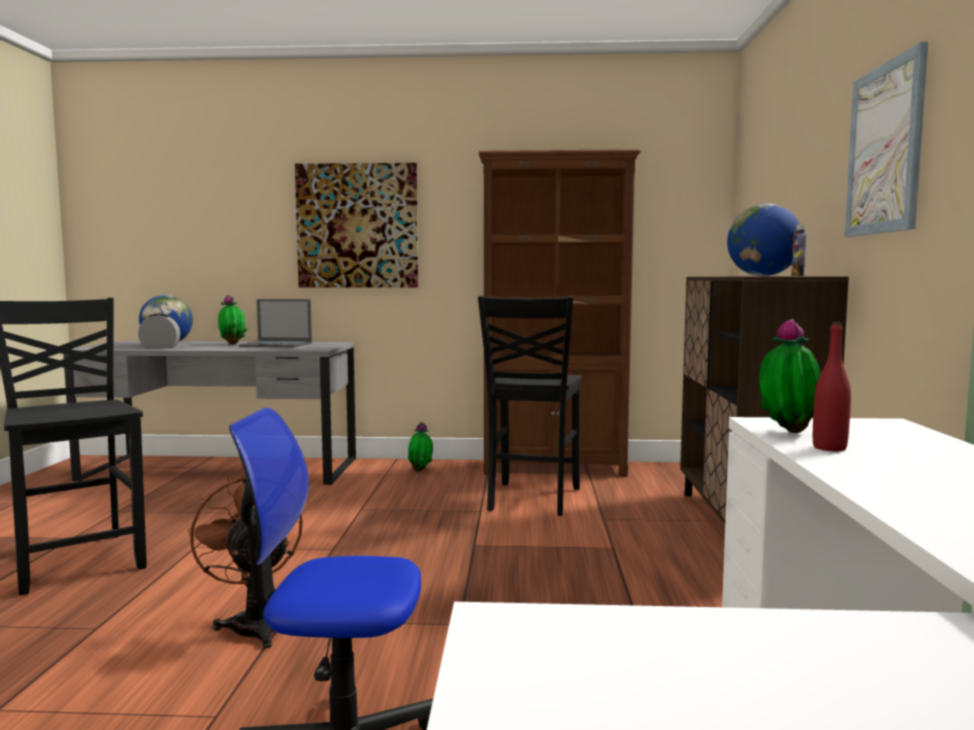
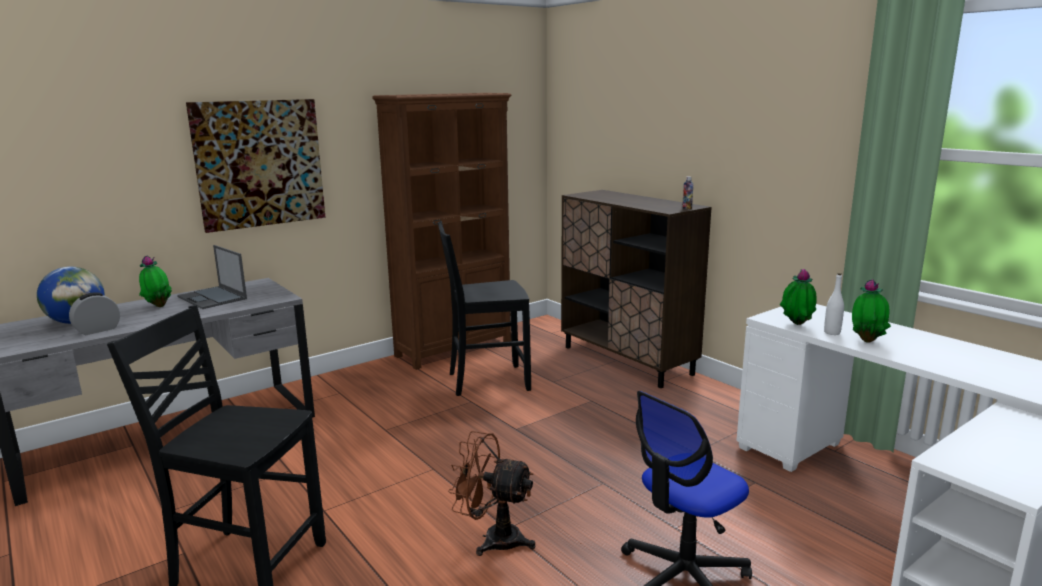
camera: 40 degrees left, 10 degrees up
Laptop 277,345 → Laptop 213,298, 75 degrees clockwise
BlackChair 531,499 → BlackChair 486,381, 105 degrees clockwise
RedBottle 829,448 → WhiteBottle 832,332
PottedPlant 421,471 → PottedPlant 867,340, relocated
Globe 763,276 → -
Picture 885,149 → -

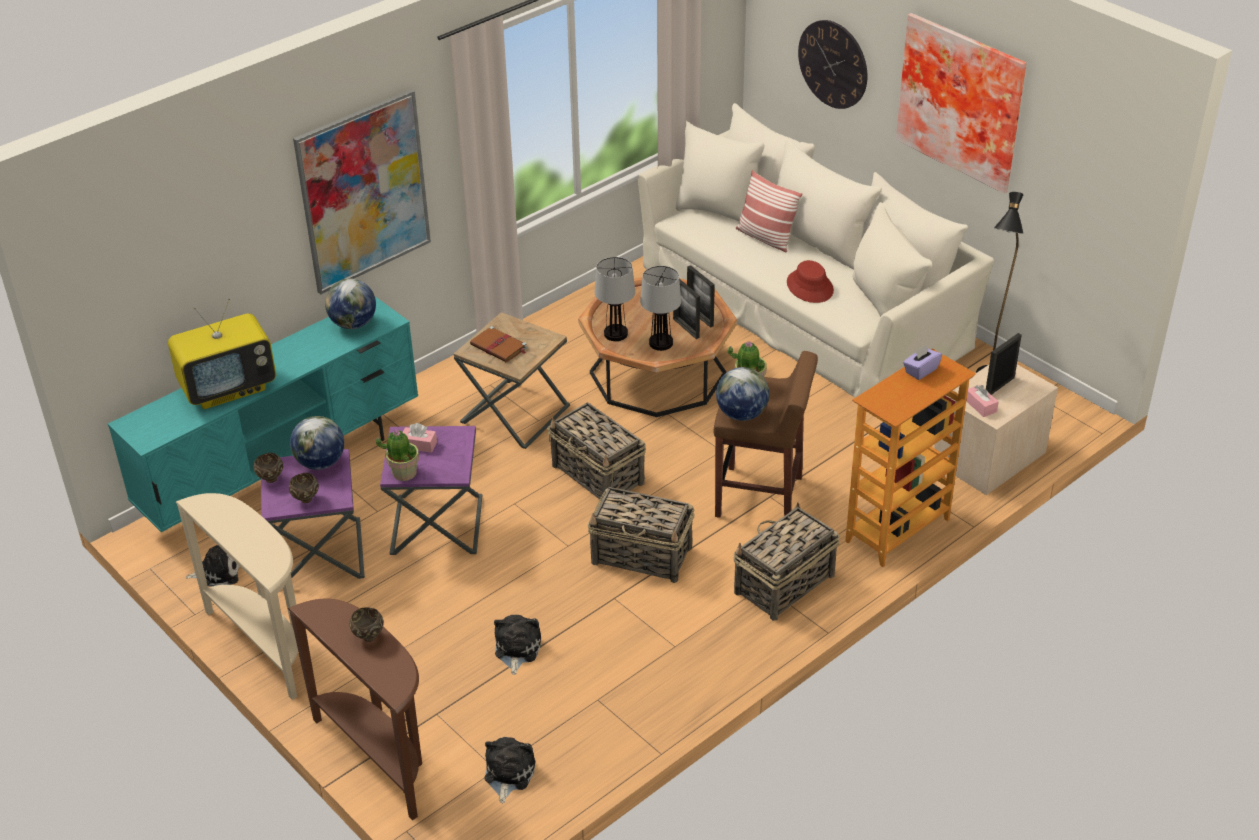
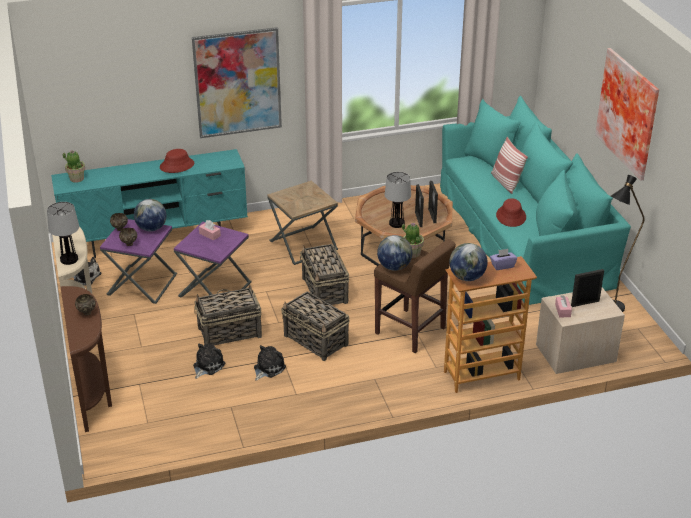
camera: 25 degrees right, 5 degrees down
TableLamp 615,334 → TableLamp 69,260, relocated
PottedPlant 404,473 → PottedPlant 76,178, relocated
- → RedHat 177,165
Basket 783,584 → Basket 229,332, relocated
PlushToy 508,774 → PlushToy 268,368, relocated
BeigeSofa 803,306 → TurquoiseSofa 522,235
Globe 353,324 → Globe 467,277, relocated
Television 229,388 → -
BrownBook 499,347 → -
WallClock 833,64 → -

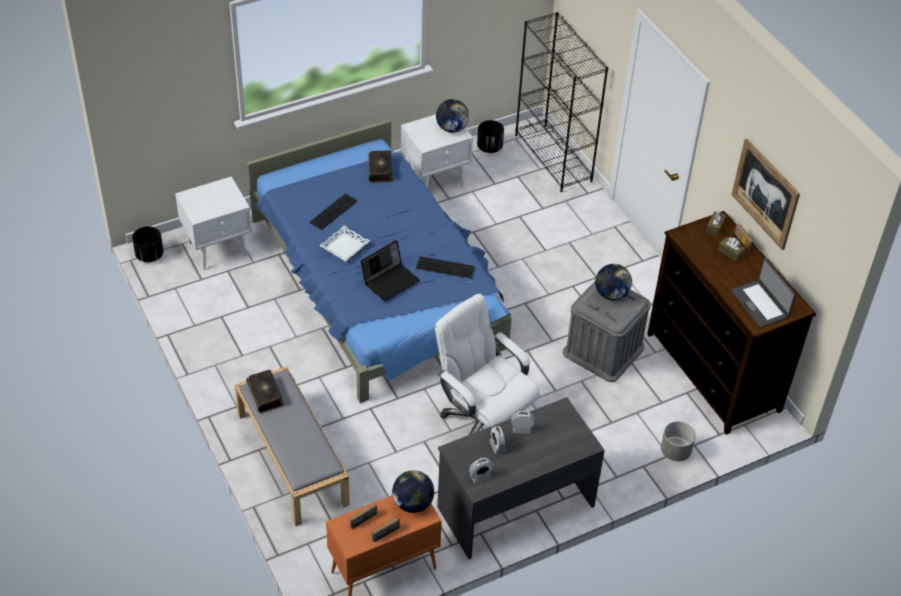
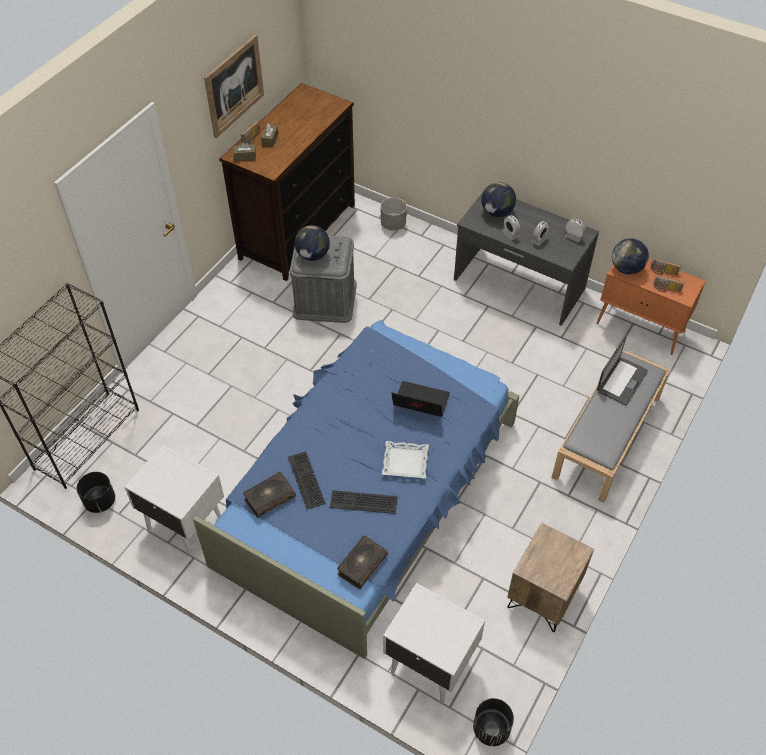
camera: 120 degrees left, 5 degrees up
Keyboard 446,266 → Keyboard 304,479, relocated
Book 265,394 → Book 361,565, relocated
Globe 451,128 → Globe 497,212, relocated
- → BrownNightstand 543,596
Laptop 760,304 → Laptop 621,380, relocated
WhiteOfficeChair 482,422 → -

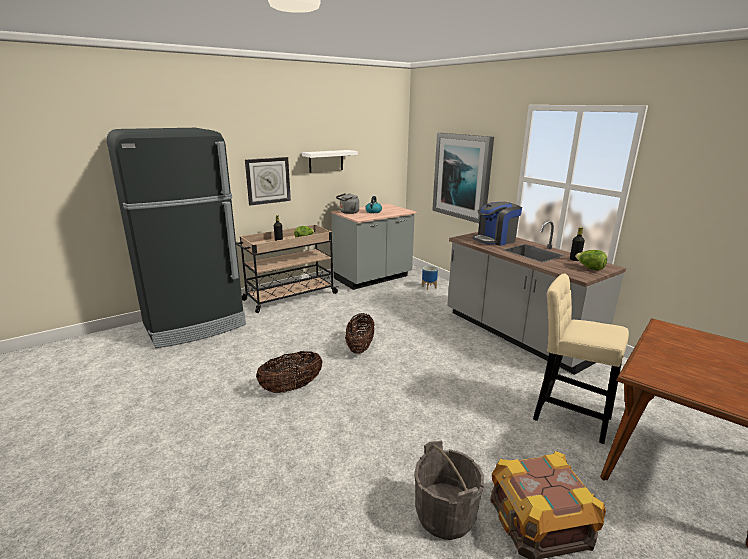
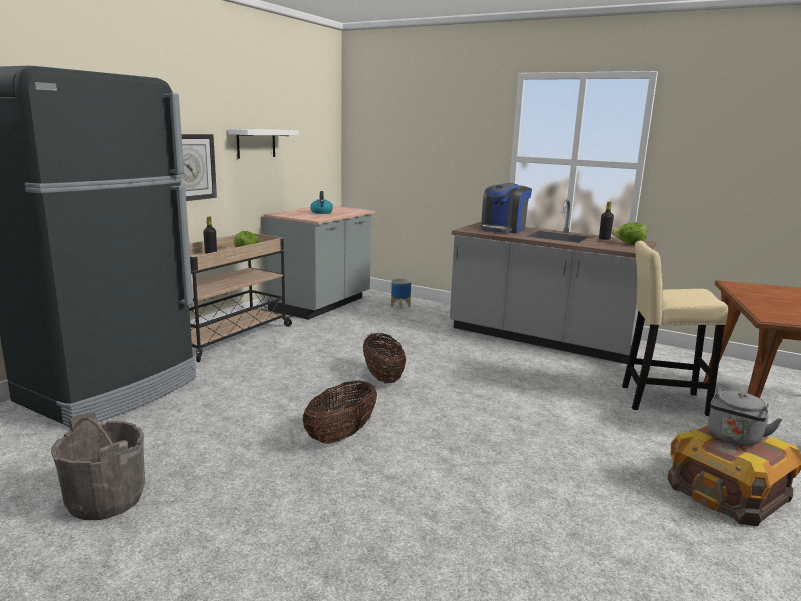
camera: 25 degrees left, 5 degrees down
GreyBucket 445,515 → GreyBucket 106,499, relocated
GreyKettle 348,212 → GreyKettle 734,439, relocated
Picture 462,176 → -

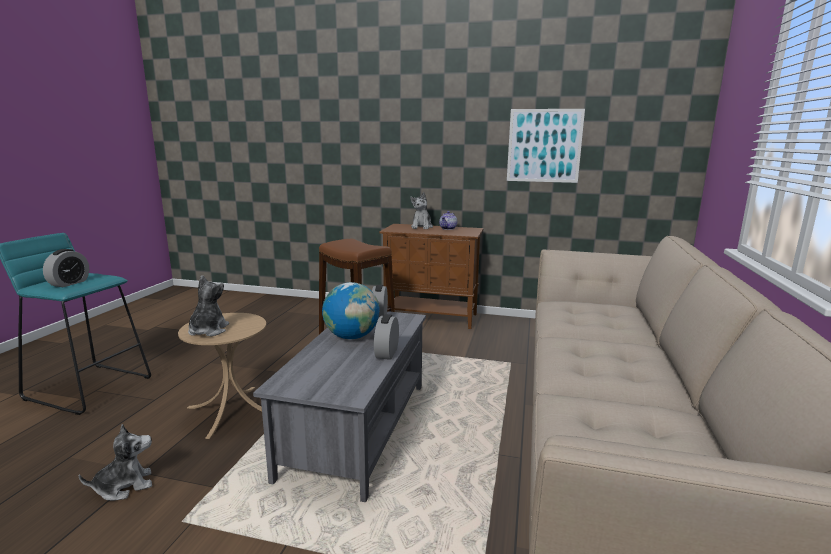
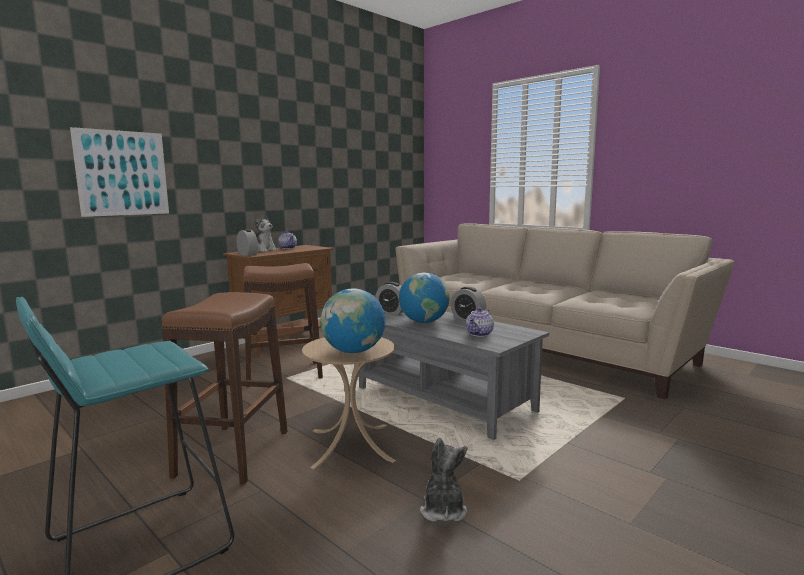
camera: 60 degrees left, 5 degrees down
Picture 544,146 → Picture 122,173, relocated
- → BrownStool 233,452
AlarmClock 69,283 → AlarmClock 247,254, relocated
PlushToy 208,331 → Globe 353,351
- → Teapot 480,334

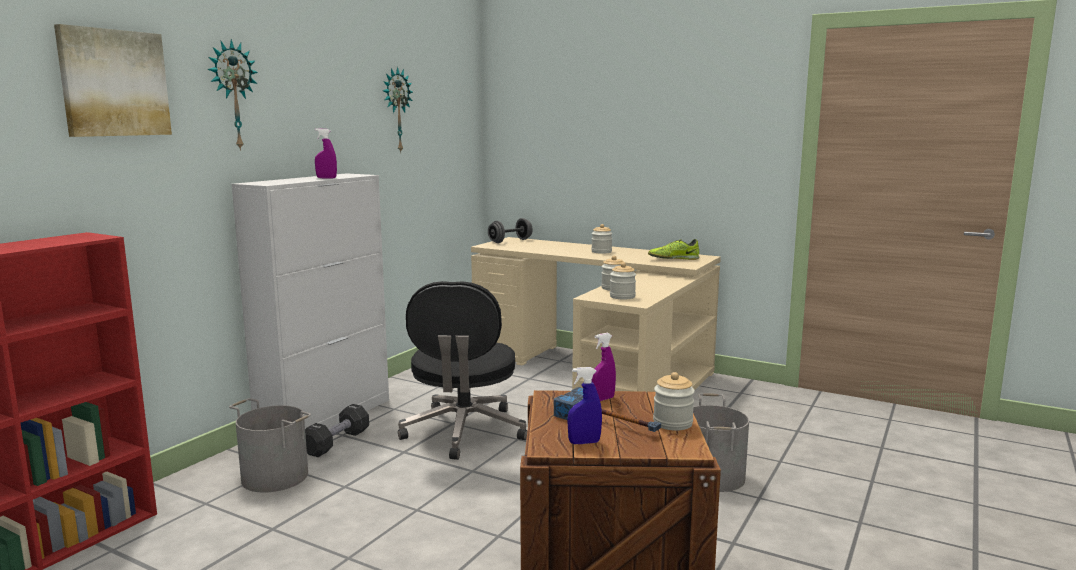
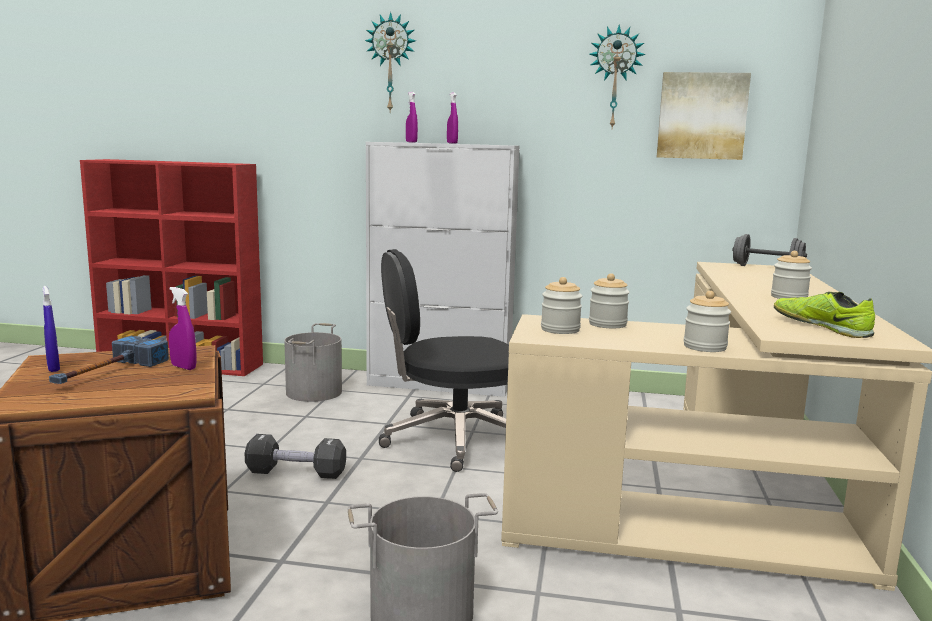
camera: 70 degrees right, 0 degrees up
BlackDumbbell 337,442 → BlackDumbbell 296,472, relocated
- → PurpleSprayBottle 411,142
Picture 114,83 → Picture 702,116, relocated
Jar 672,423 → Jar 704,347, relocated

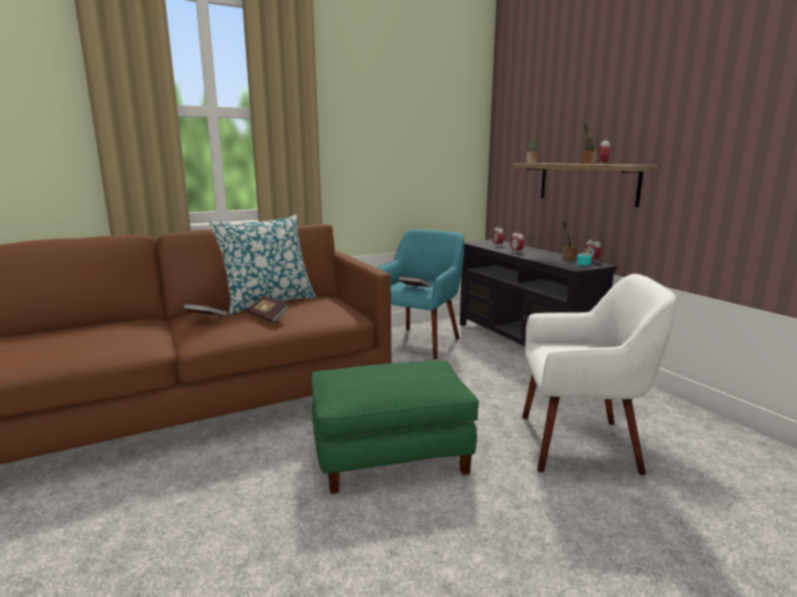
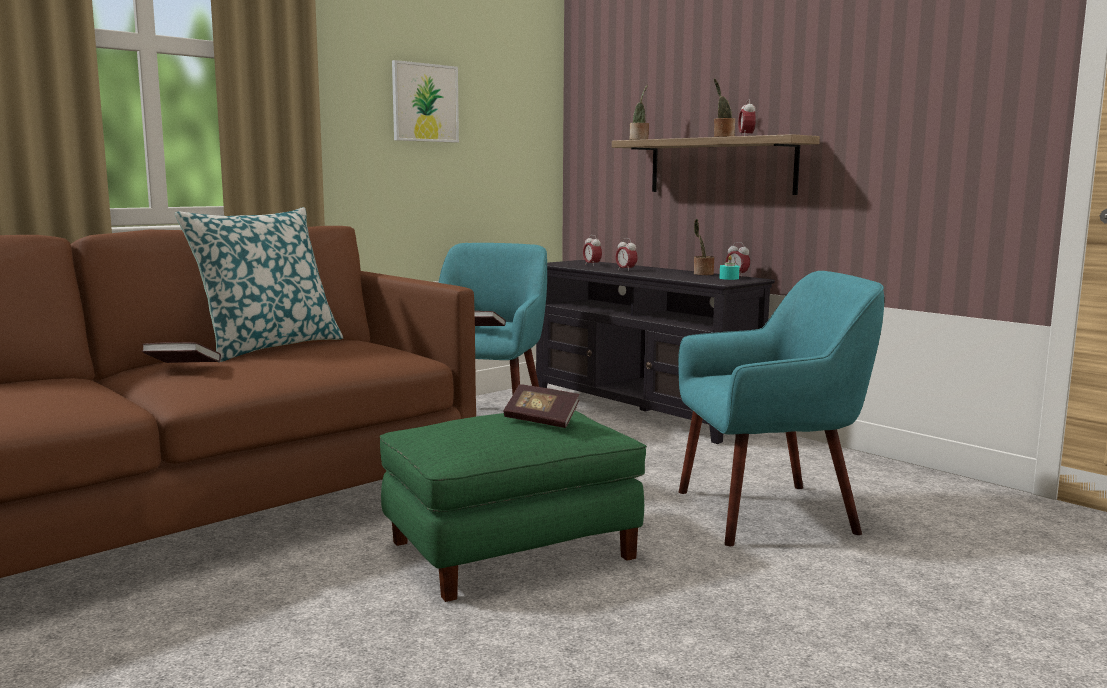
camera: 15 degrees left, 5 degrees down
- → Picture 425,103
Book 268,317 → Book 541,420, relocated
WhiteArmchair 580,444 → TurquoiseArmchair 768,512

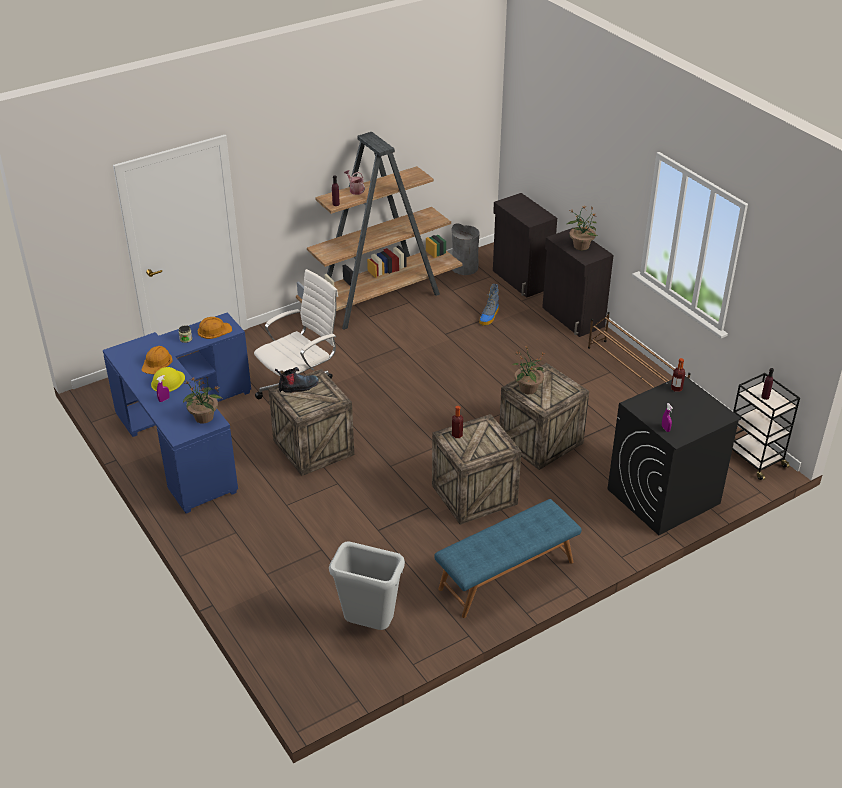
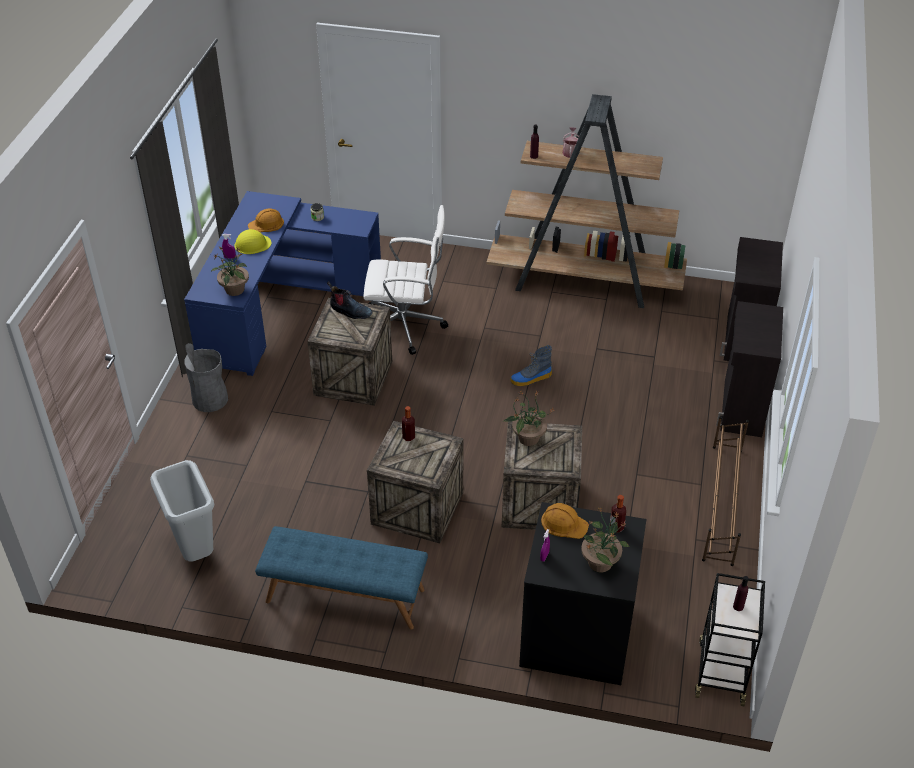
camera: 45 degrees right, 5 degrees up
GreyTrashCan 464,267 → GreyTrashCan 210,399, relocated
Boot 489,317 → Boot 531,379, relocated
OrangeHardHat 214,330 → OrangeHardHat 564,523, relocated
PottedPlant 581,246 → PottedPlant 600,562, relocated

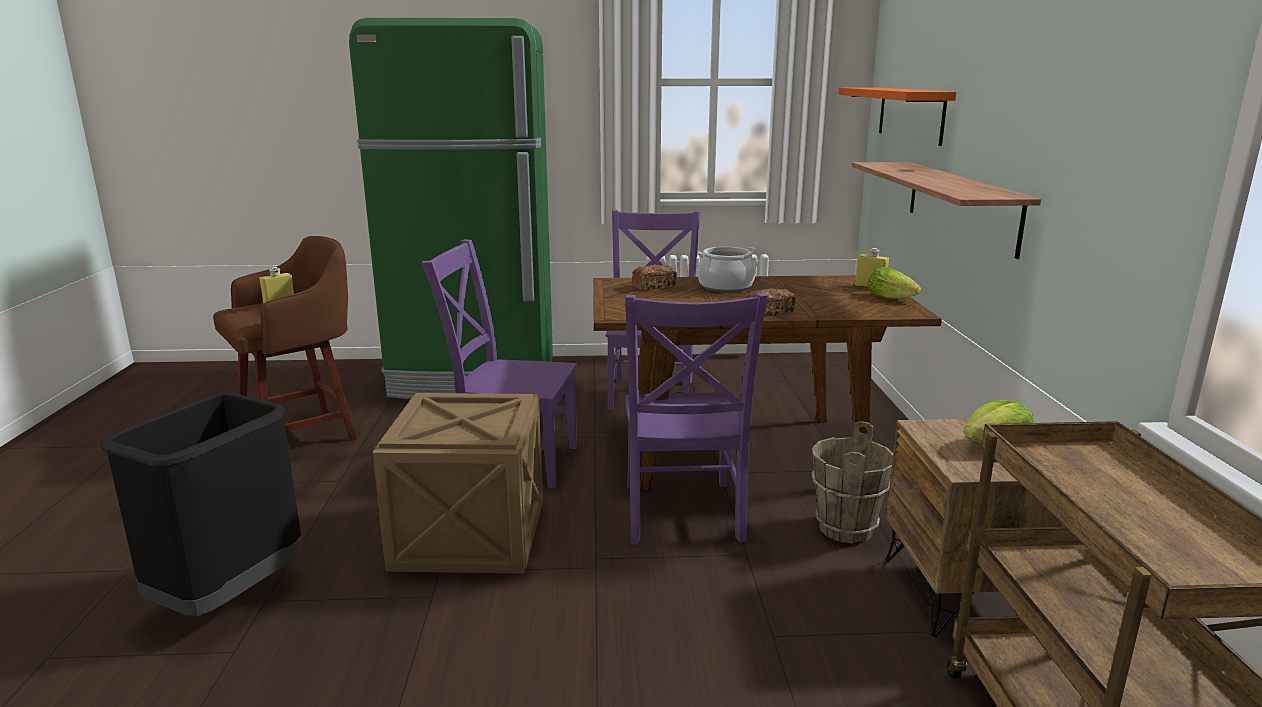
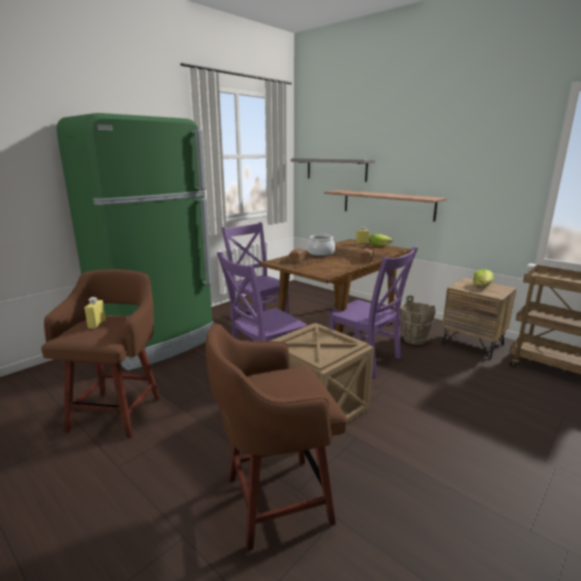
camera: 45 degrees left, 0 degrees up
BlackTrashCan 229,595 → BrownStool 274,501
OrangeShelf 910,114 → GreyShelf 336,169

